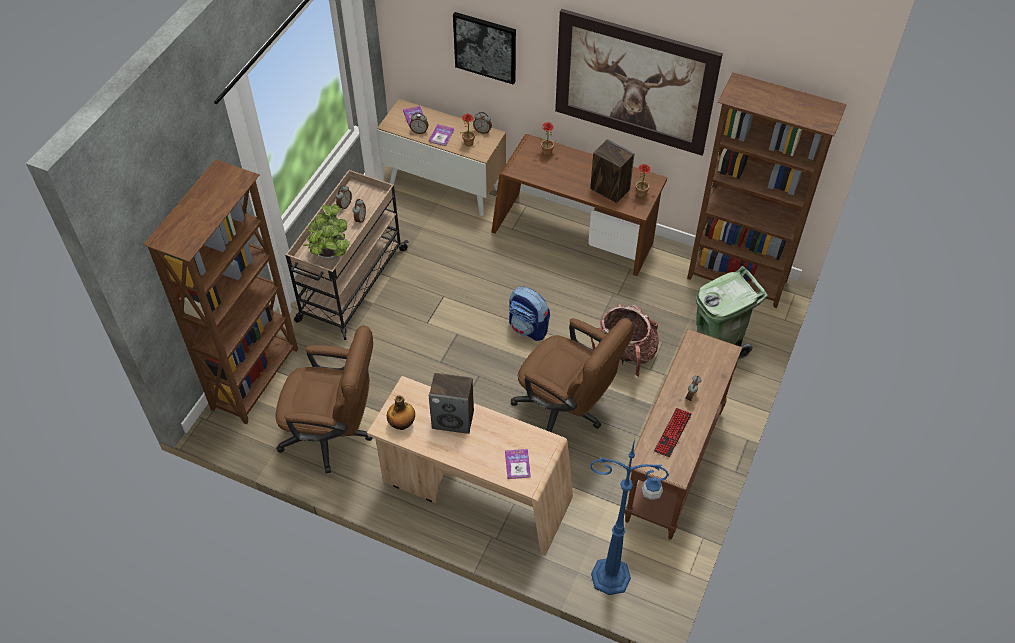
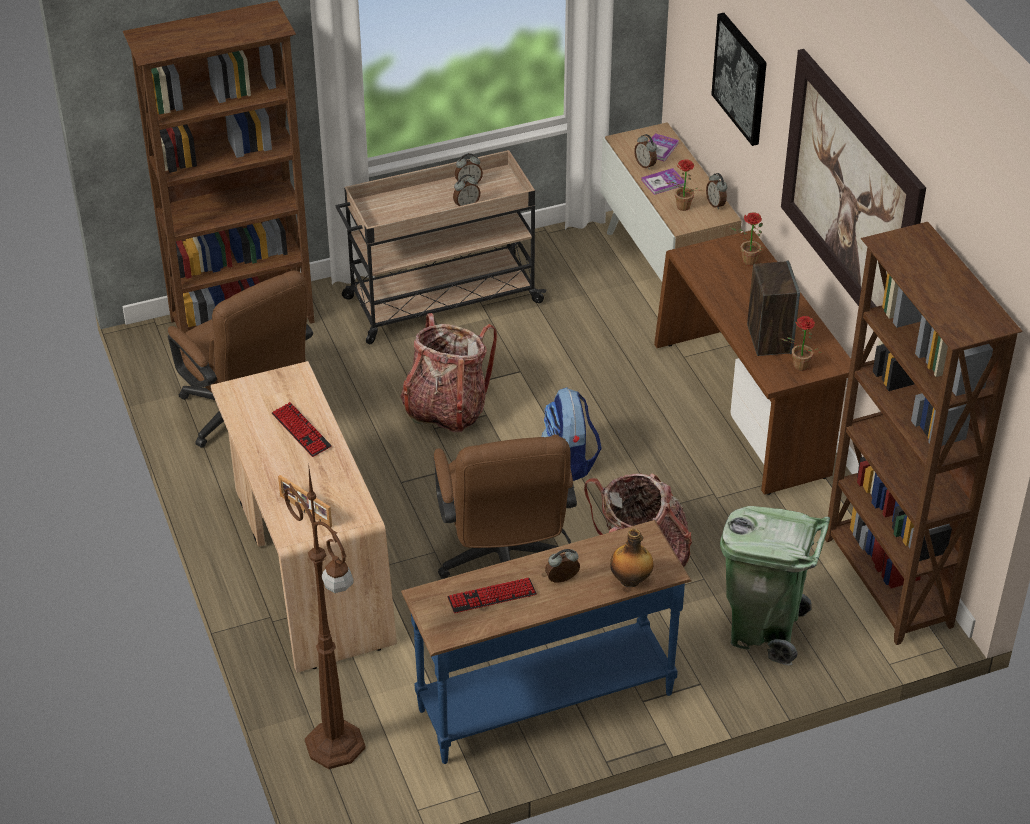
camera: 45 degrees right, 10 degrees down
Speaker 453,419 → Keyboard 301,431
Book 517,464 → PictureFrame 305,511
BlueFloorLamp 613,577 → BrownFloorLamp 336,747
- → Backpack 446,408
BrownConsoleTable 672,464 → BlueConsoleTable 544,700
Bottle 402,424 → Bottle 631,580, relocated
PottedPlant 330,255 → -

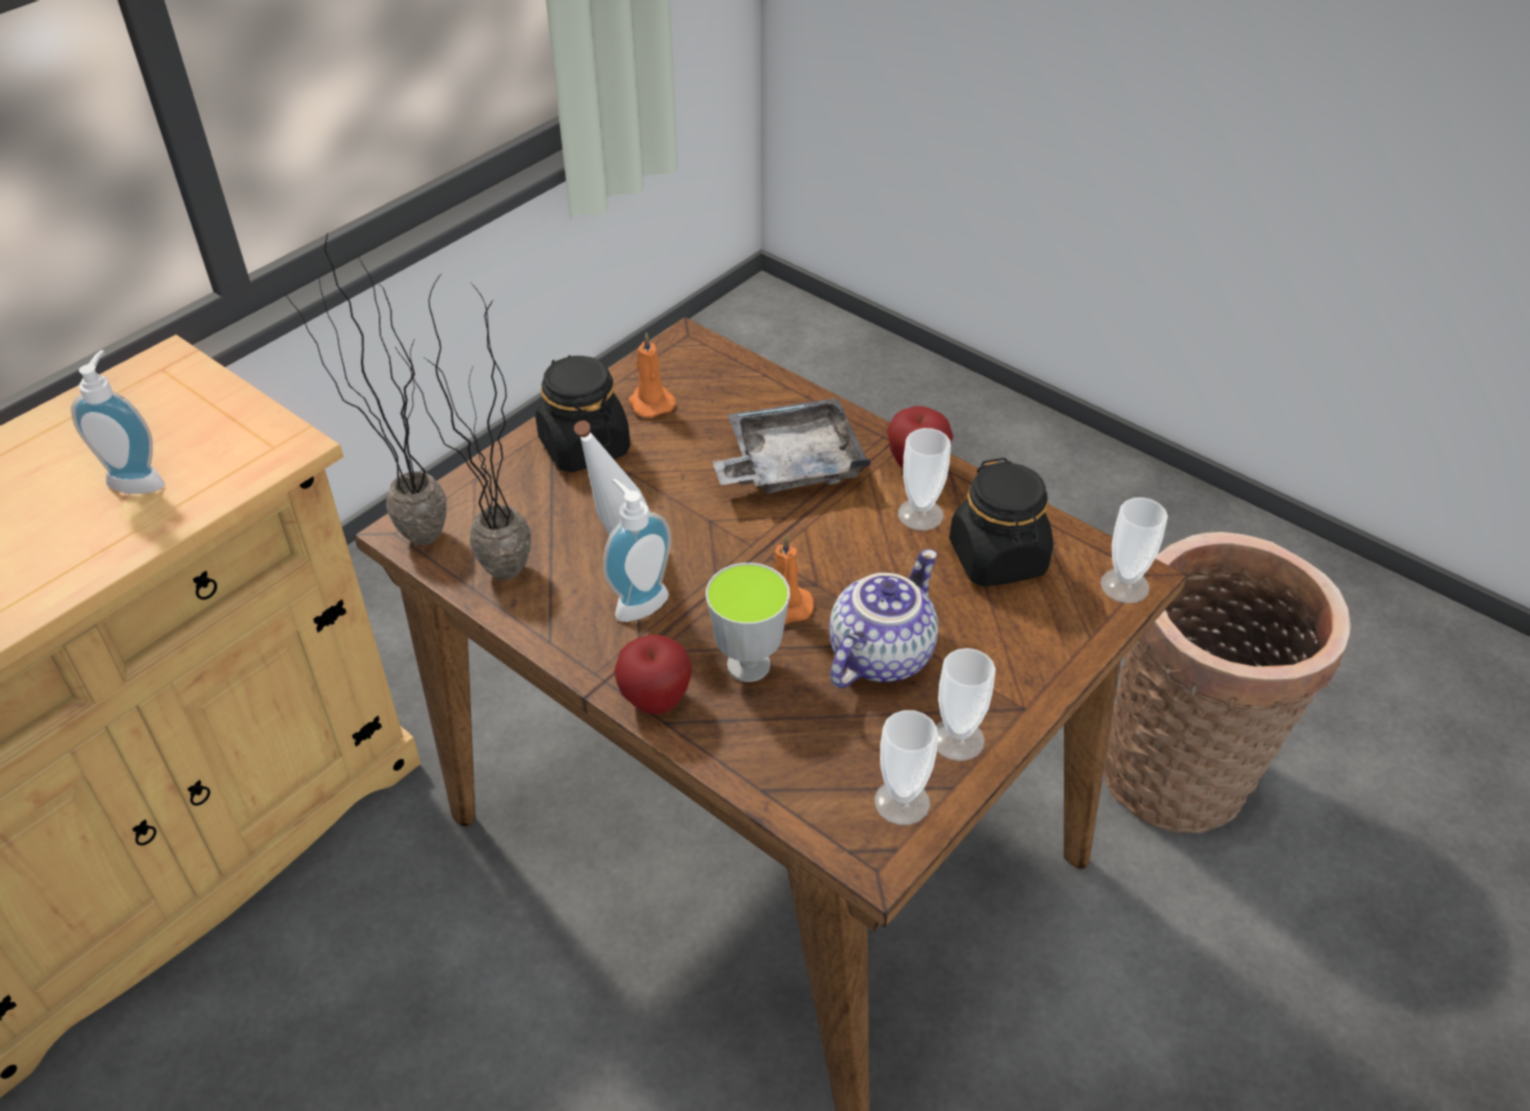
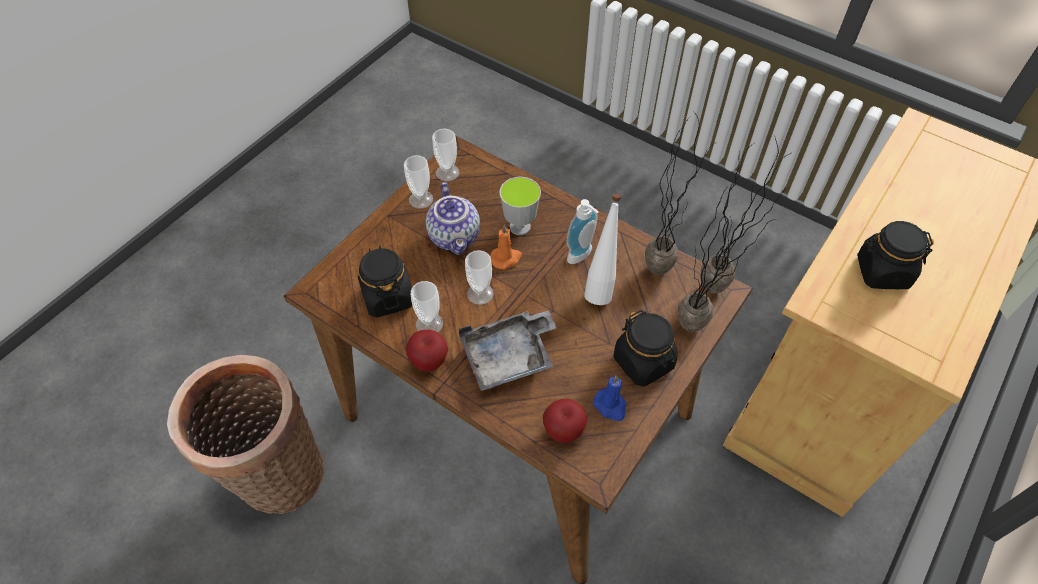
camera: 175 degrees right, 10 degrees up
Teapot 879,654 → Teapot 455,237, 45 degrees counterclockwise
Cup 1124,586 → Cup 480,293, relocated
Apple 656,701 → Apple 563,431, relocated
OrangeCandle 650,402 → BlueCandle 611,406
- → PottedPlant 699,331
SoapDispenser 139,479 → BlackJar 882,272

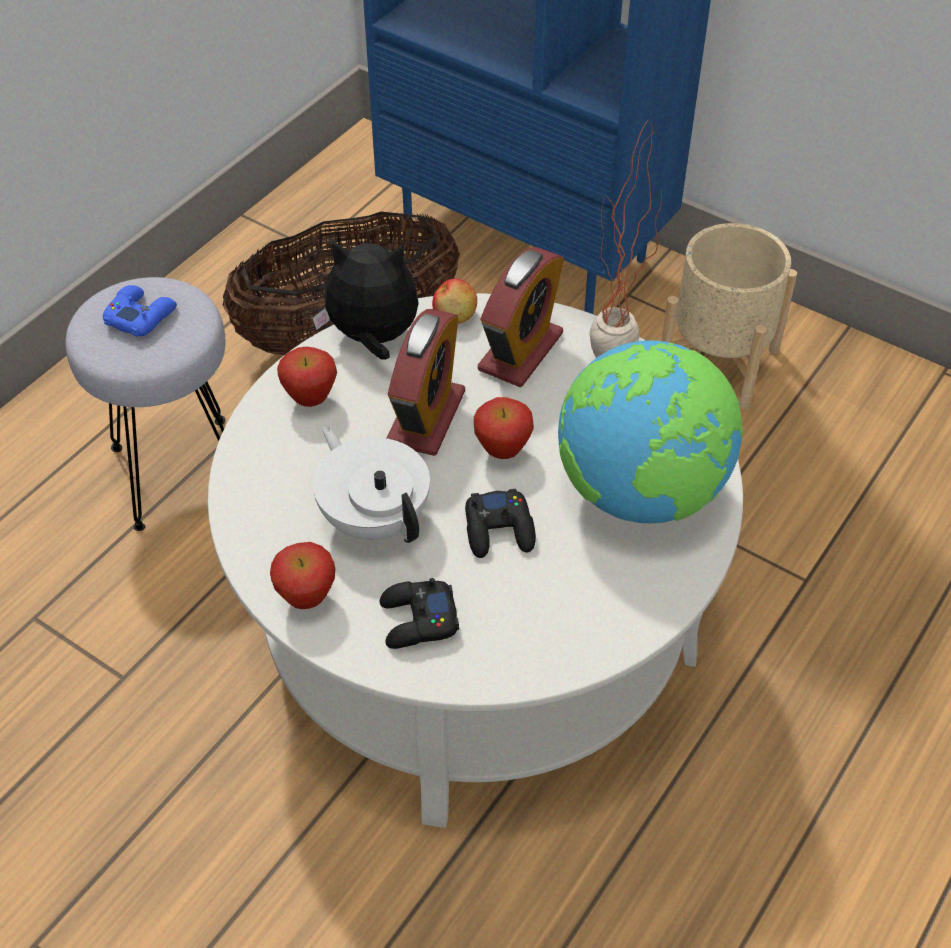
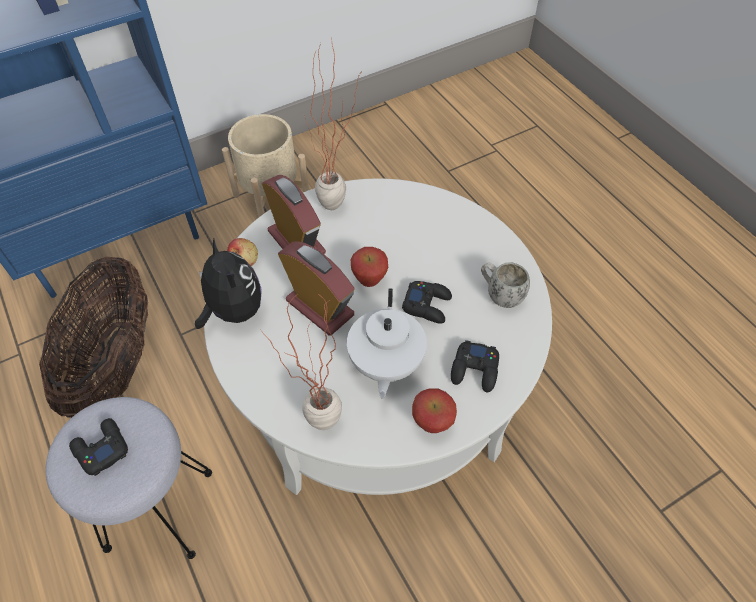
camera: 65 degrees left, 5 degrees up
BlueGameController 140,316 → BlackGameController 101,449
PlushToy 372,338 → PlushToy 233,311, 120 degrees clockwise
- → PottedPlant 315,429
WhiteTeapot 374,517 → WhiteTeapot 385,364, 75 degrees counterclockwise
- → WhiteMug 500,294
Apple 310,399 → -
Globe 642,492 → -

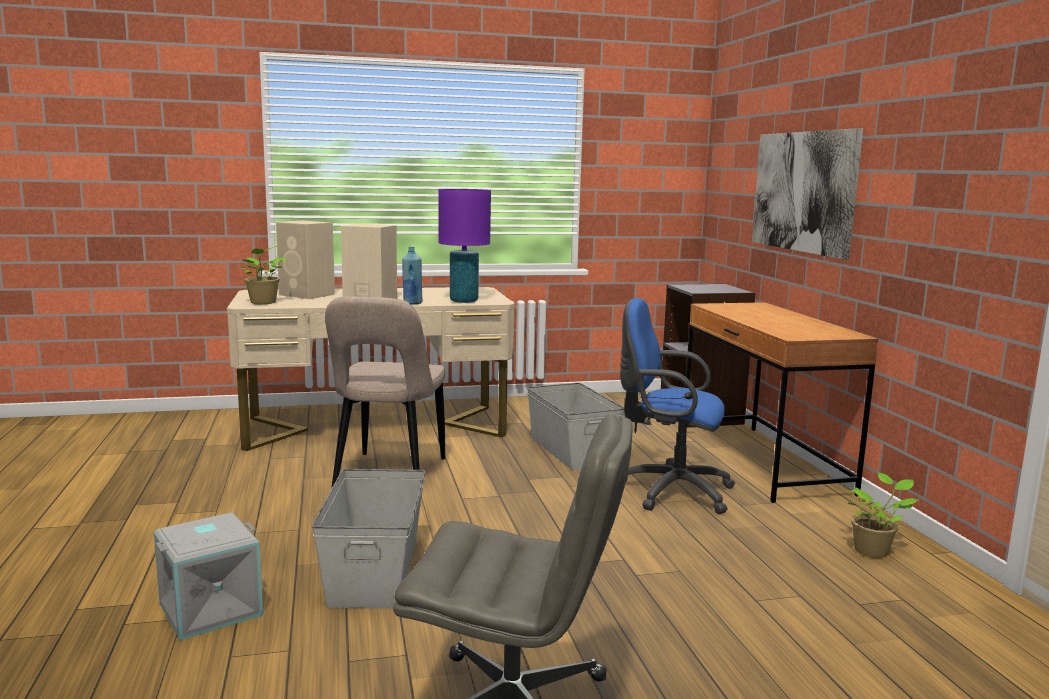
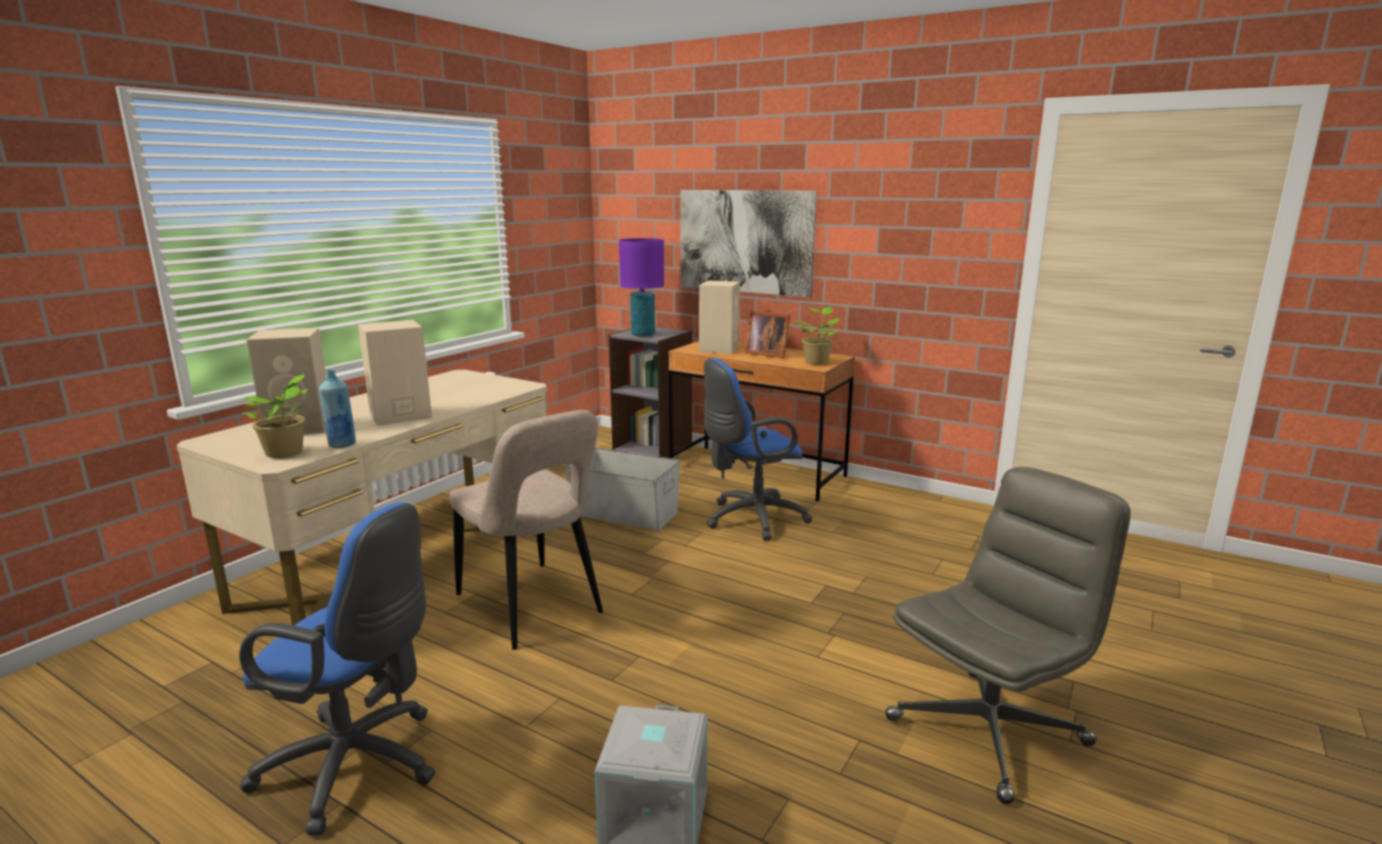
camera: 45 degrees left, 5 degrees up
- → BlueOfficeChair 359,767
BlueBottle 412,303 → BlueBottle 341,444, relocated
PurpleTableLamp 463,301 → PurpleTableLamp 642,334, relocated
- → BeigeSpeaker 719,348
- → PictureFrame 766,354
PottedPlant 873,551 → PottedPlant 817,362, relocated
GreyStorageBox 373,571 → -

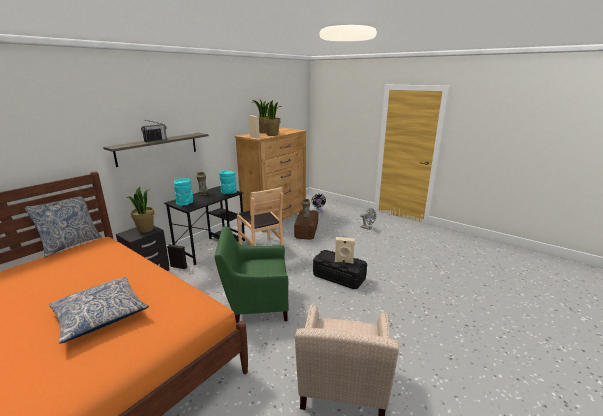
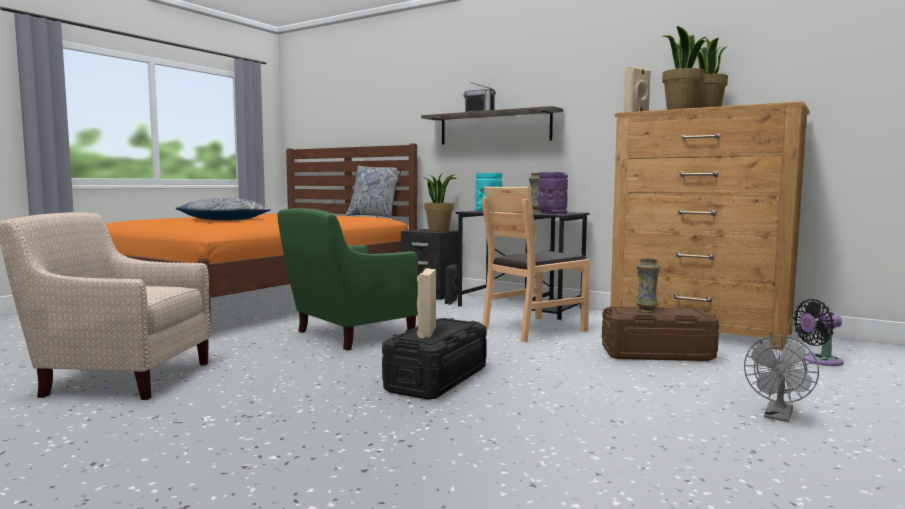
camera: 85 degrees right, 15 degrees down
GreenArmchair 256,304 → GreenArmchair 348,335, 120 degrees counterclockwise
TurquoiseVase 228,193 → PurpleVase 552,213

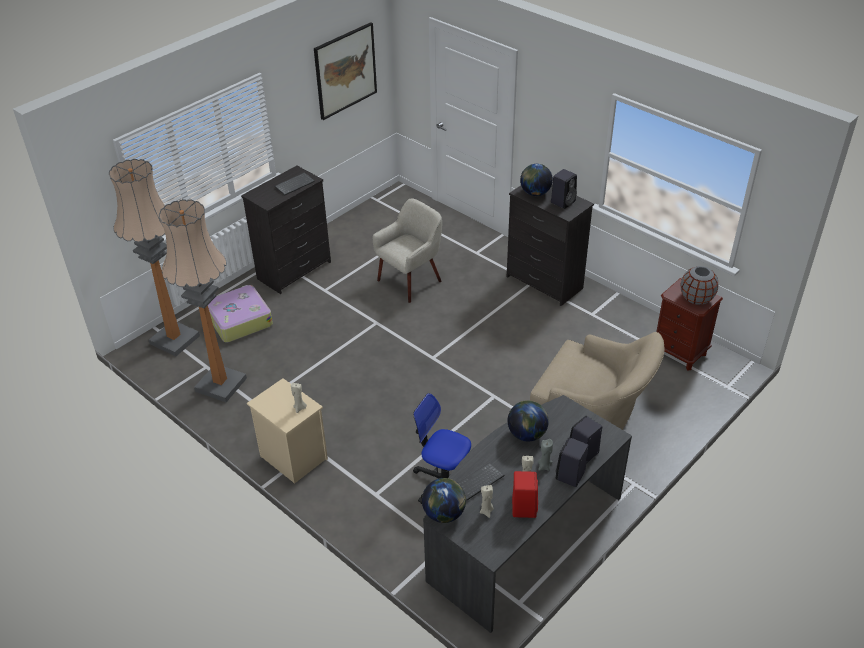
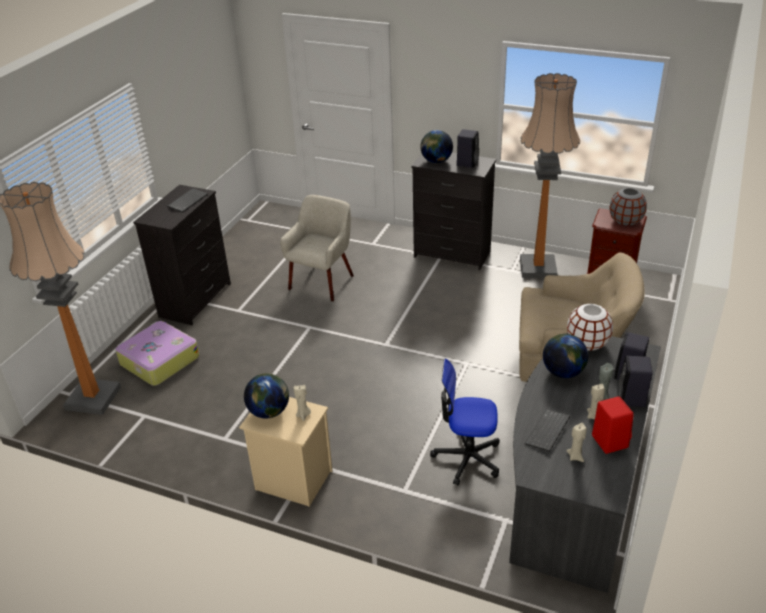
camera: 20 degrees left, 5 degrees down
Globe 444,513 → Globe 269,411, relocated
FloorLamp 221,384 → FloorLamp 538,268, relocated
- → WhiteVase 587,343
Picture 345,70 → -

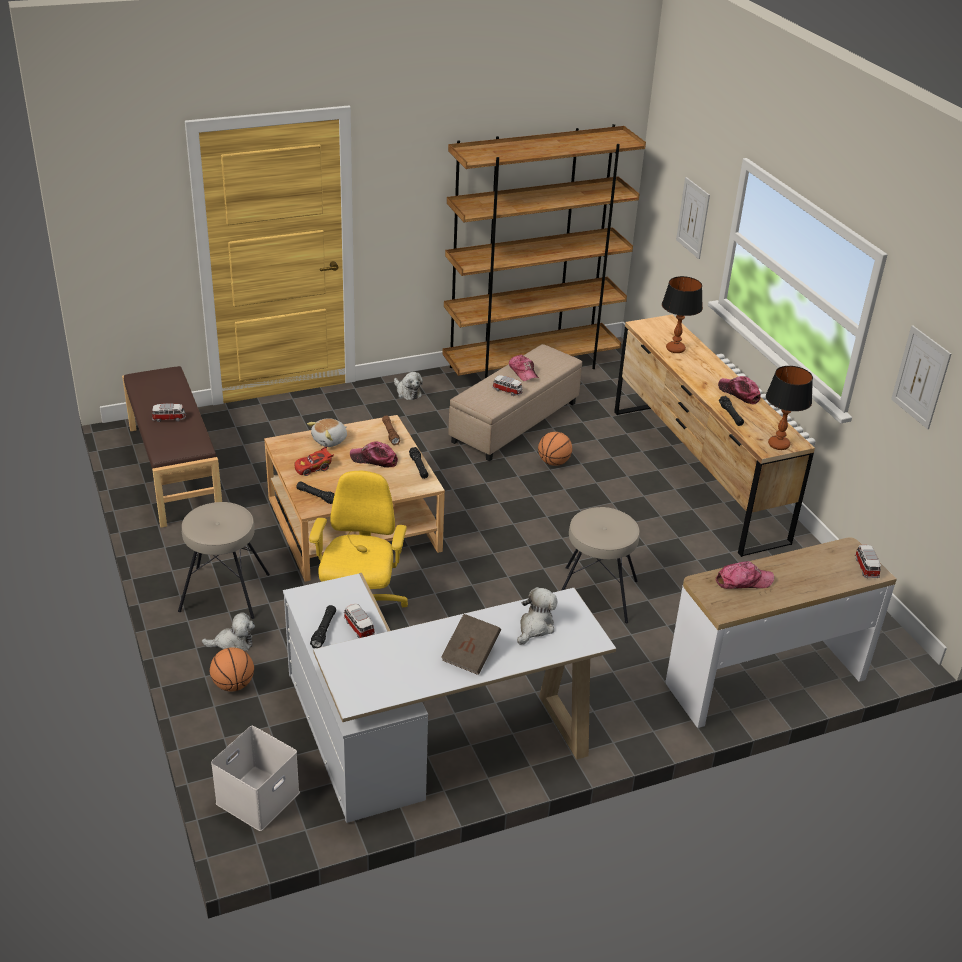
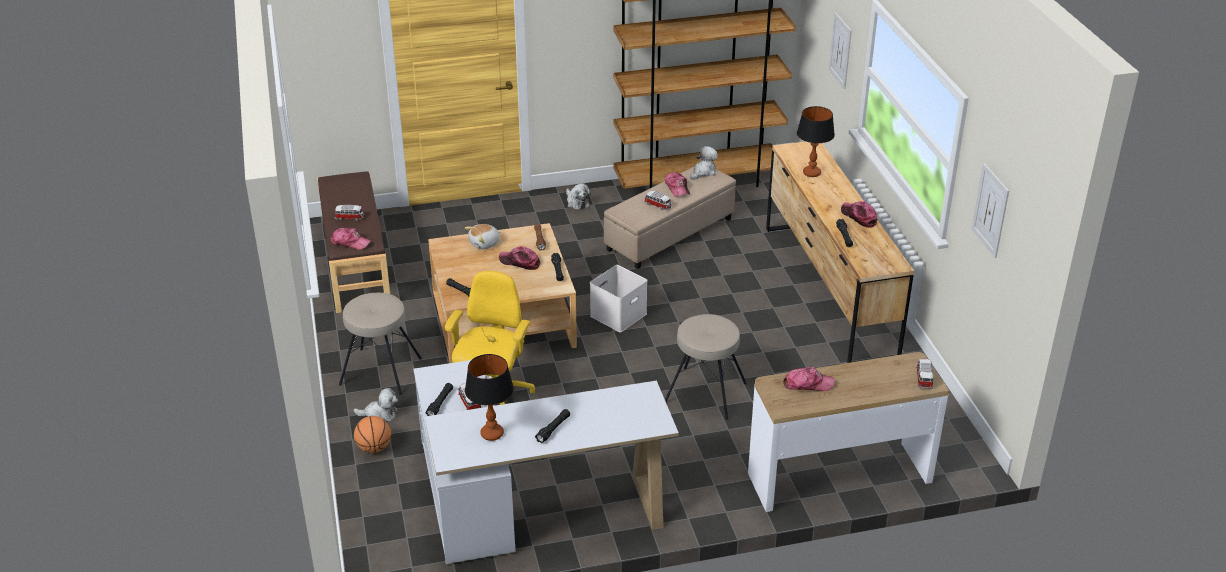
camera: 10 degrees right, 0 degrees up
- → Cap 350,242
TableLamp 778,445 → TableLamp 492,434, relocated
BrownBook 470,654 → BlackFlashlight 553,429
WhiteStorageBox 257,796 → WhiteStorageBox 618,314, relocated
PlushToy 535,627 → PlushToy 703,172, relocated
RedToyCar 313,468 → -
Basketball 553,462 → -

